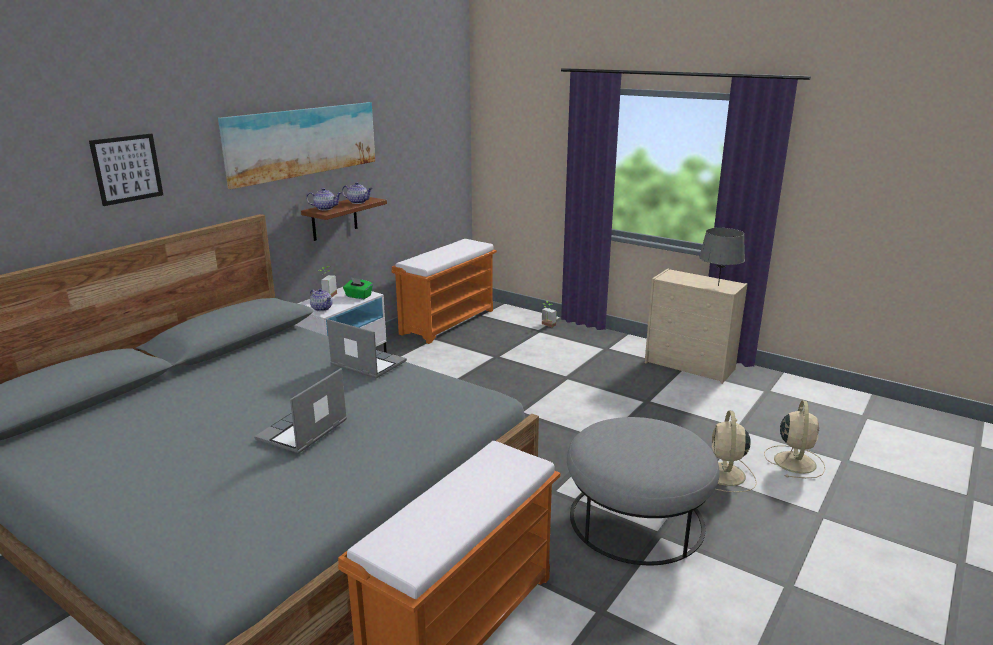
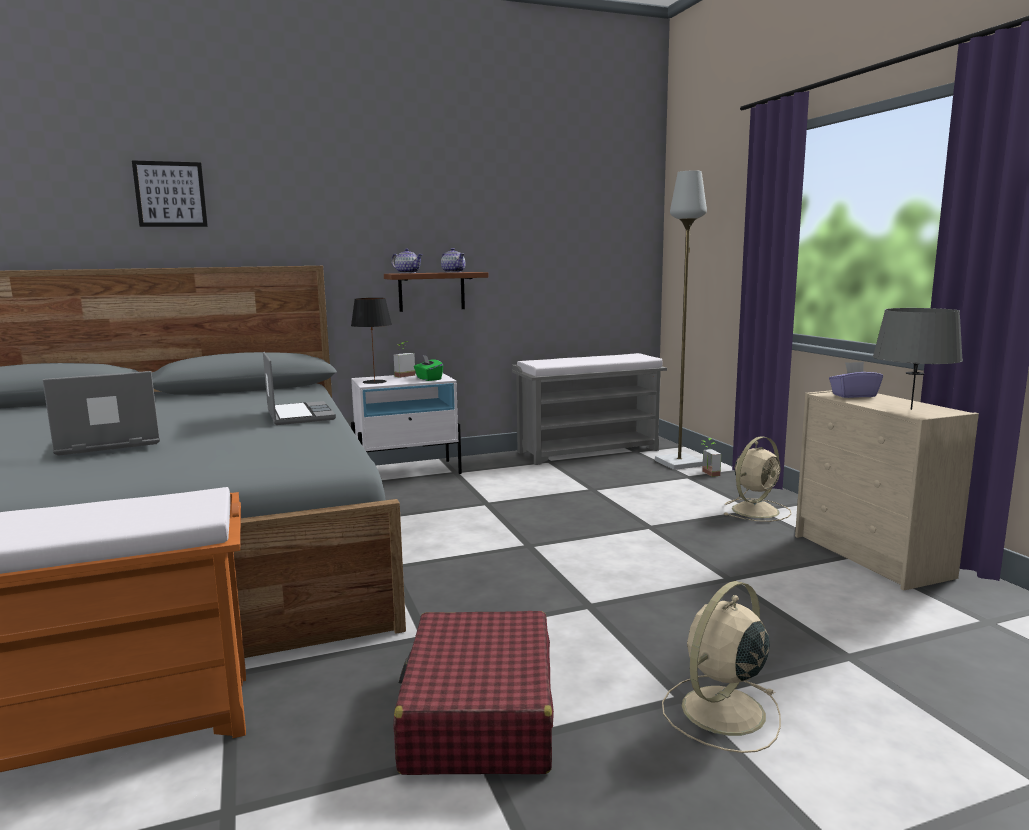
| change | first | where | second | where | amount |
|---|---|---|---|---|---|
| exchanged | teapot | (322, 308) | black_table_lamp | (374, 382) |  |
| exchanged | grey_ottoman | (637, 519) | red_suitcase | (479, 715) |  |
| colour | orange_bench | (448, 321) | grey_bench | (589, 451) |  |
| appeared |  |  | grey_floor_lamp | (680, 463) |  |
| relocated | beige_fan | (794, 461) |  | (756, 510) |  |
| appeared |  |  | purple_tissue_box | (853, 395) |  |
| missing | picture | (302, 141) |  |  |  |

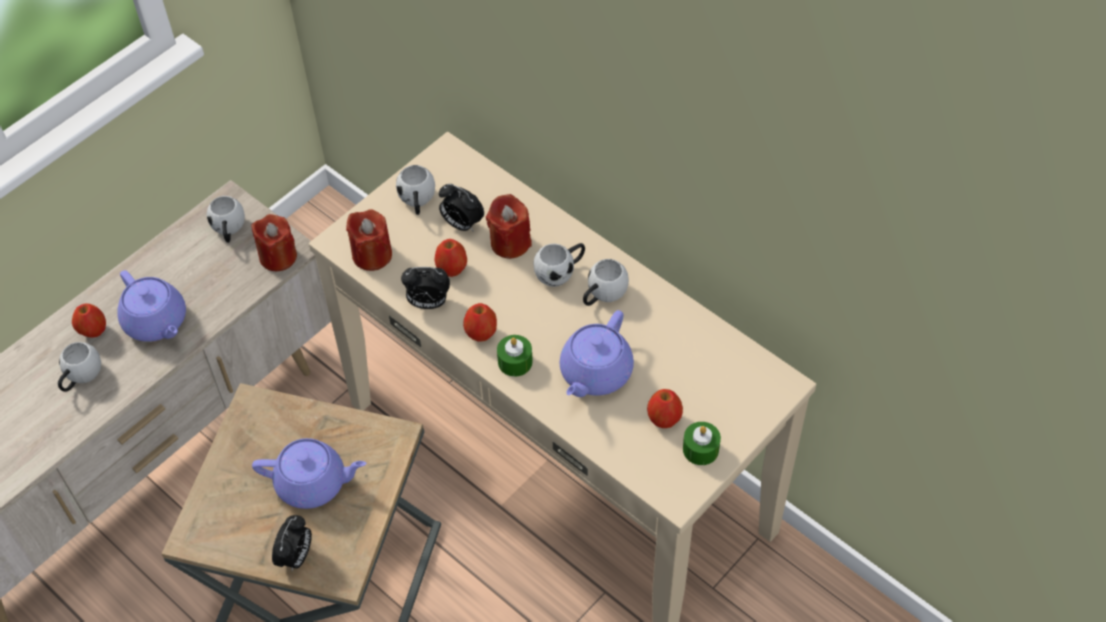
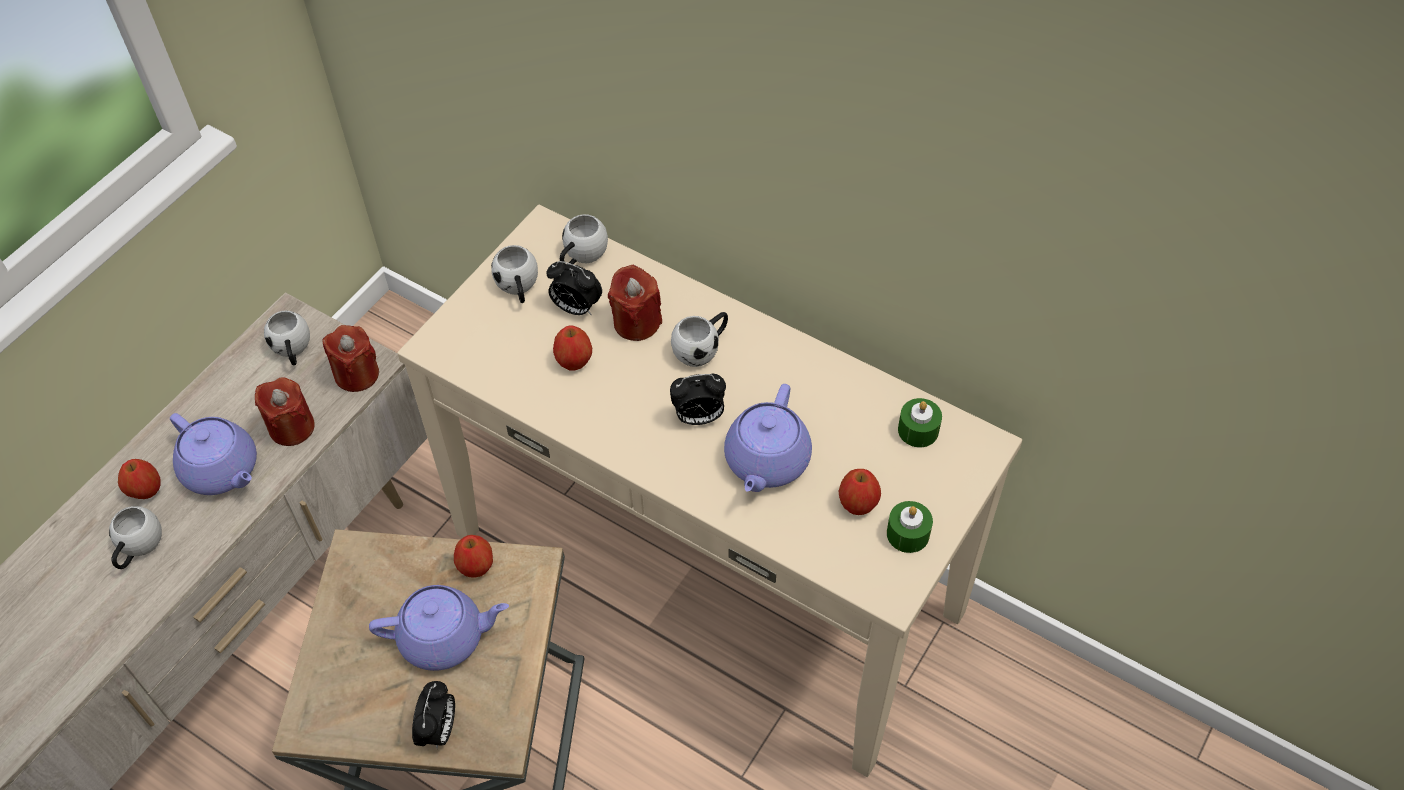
| change | first | where | second | where | amount |
|---|---|---|---|---|---|
| relocated | red_candle | (372, 255) |  | (292, 427) |  |
| relocated | apple | (481, 333) |  | (476, 567) |  |
| relocated | white_mug | (602, 295) |  | (581, 257) |  |
| relocated | alarm_clock | (428, 303) |  | (698, 417) |  |
| relocated | green_candle | (515, 362) |  | (918, 430) |  |

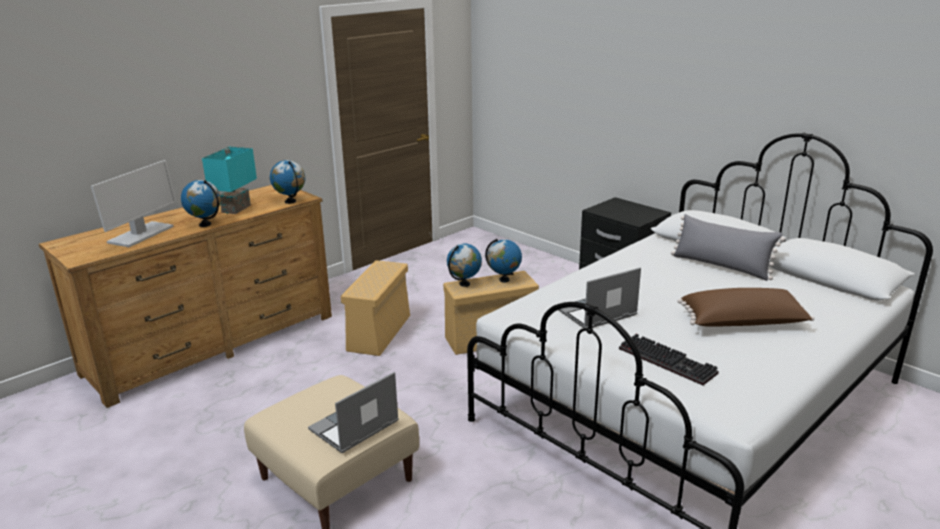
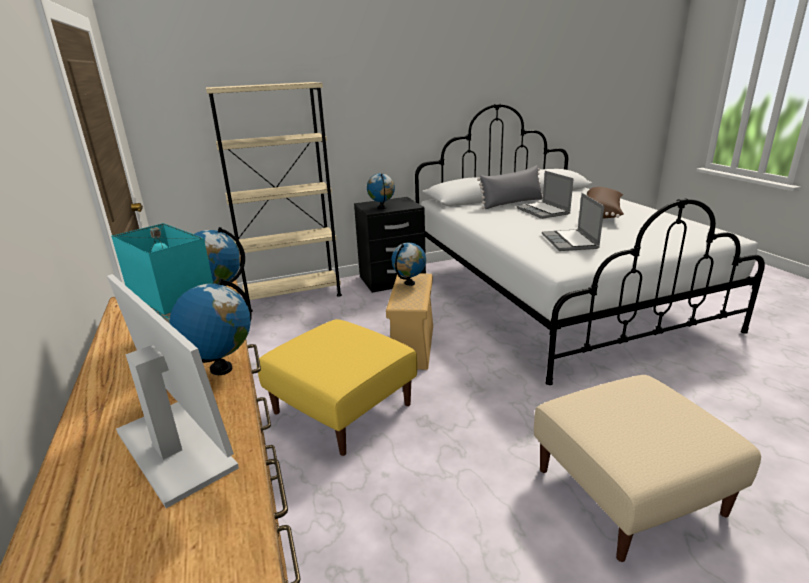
| change | first | where | second | where | amount |
|---|---|---|---|---|---|
| appeared |  |  | beige_bookcase | (293, 296) |  |
| exchanged | beige_storage_box | (379, 333) | yellow_ottoman | (343, 408) |  |
| relocated | globe | (464, 284) |  | (382, 208) |  |
| relocated | laptop | (354, 427) |  | (543, 211) |  |
| missing | keyboard | (669, 361) |  |  |  |

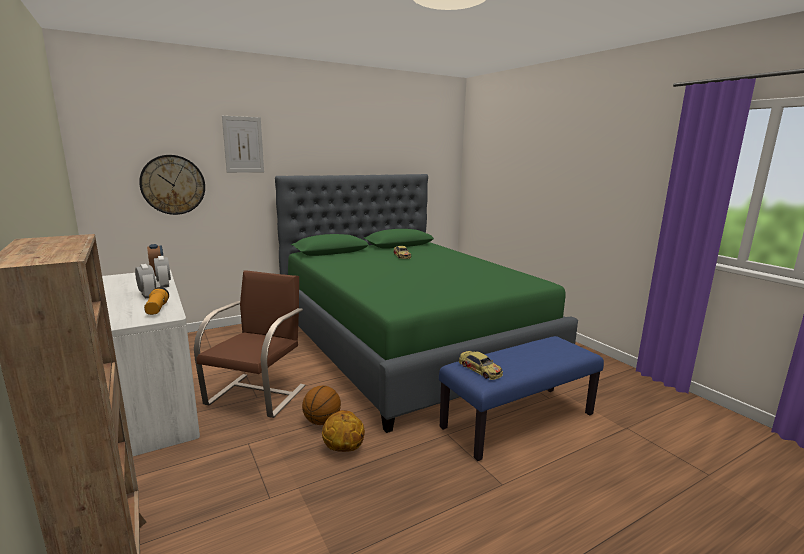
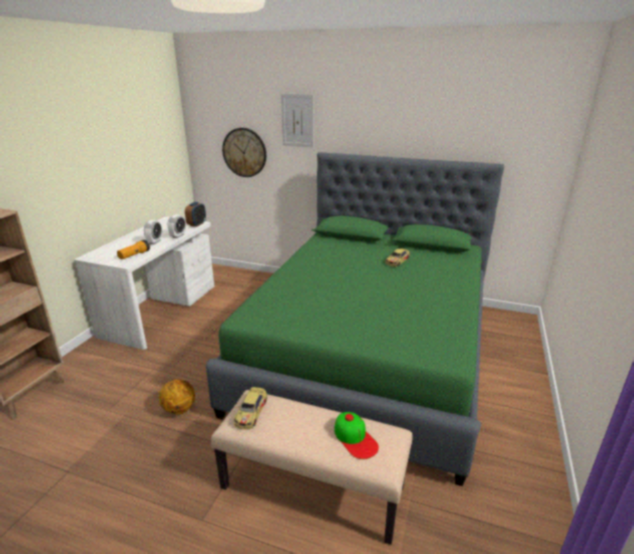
| change | first | where | second | where | amount |
|---|---|---|---|---|---|
| colour | blue_bench | (518, 420) | beige_bench | (313, 486) |  |
| appeared |  |  | cap | (355, 438) |  |
| missing | brown_chair | (258, 394) |  |  |  |
| missing | basketball | (322, 421) |  |  |  |

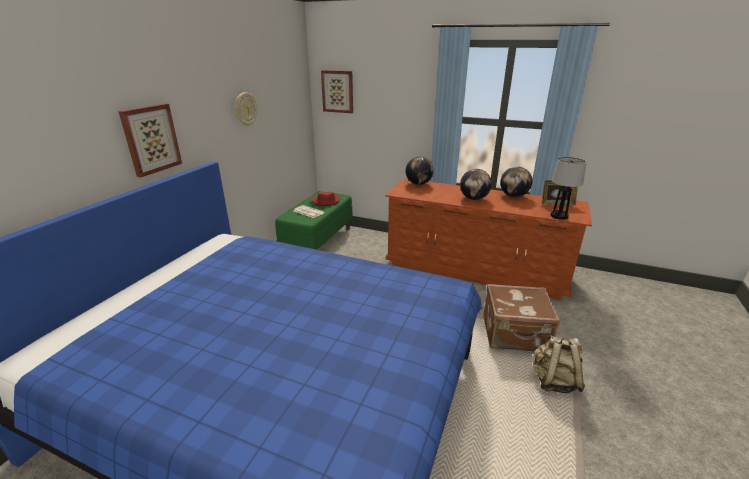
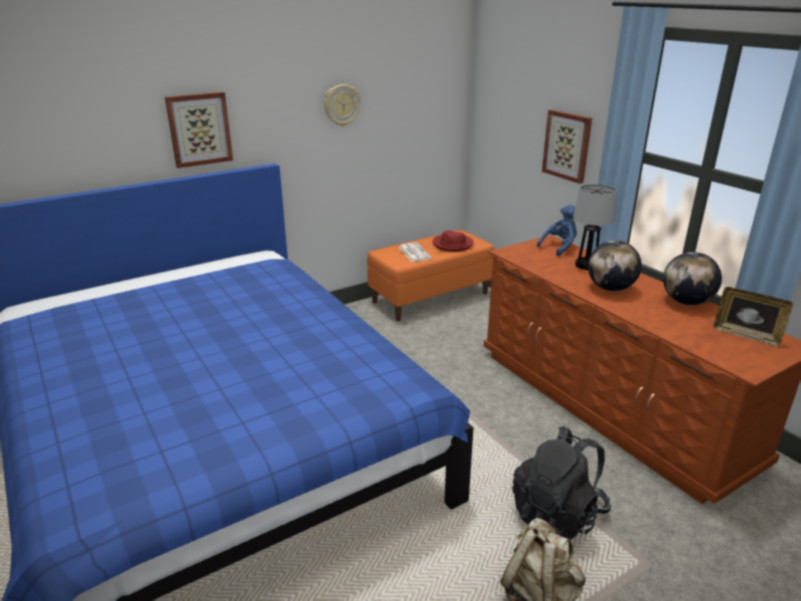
| change | first | where | second | where | amount |
|---|---|---|---|---|---|
| colour | green_bench | (318, 241) | orange_bench | (430, 297) |  |
| exchanged | brown_suitcase | (515, 335) | black_backpack | (558, 514) |  |
| exchanged | globe | (418, 184) | blue_plush_toy | (559, 247) |  |
| relocated | picture | (338, 91) |  | (567, 145) |  |
| relocated | table_lamp | (559, 216) |  | (586, 265) |  |

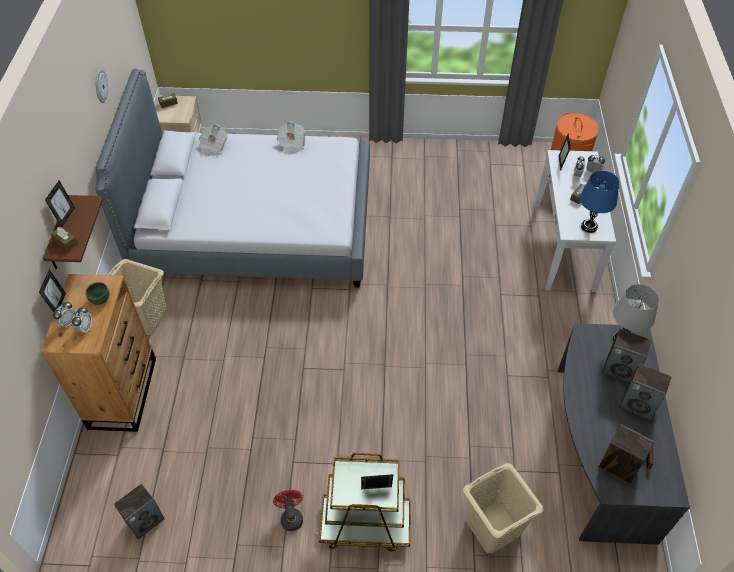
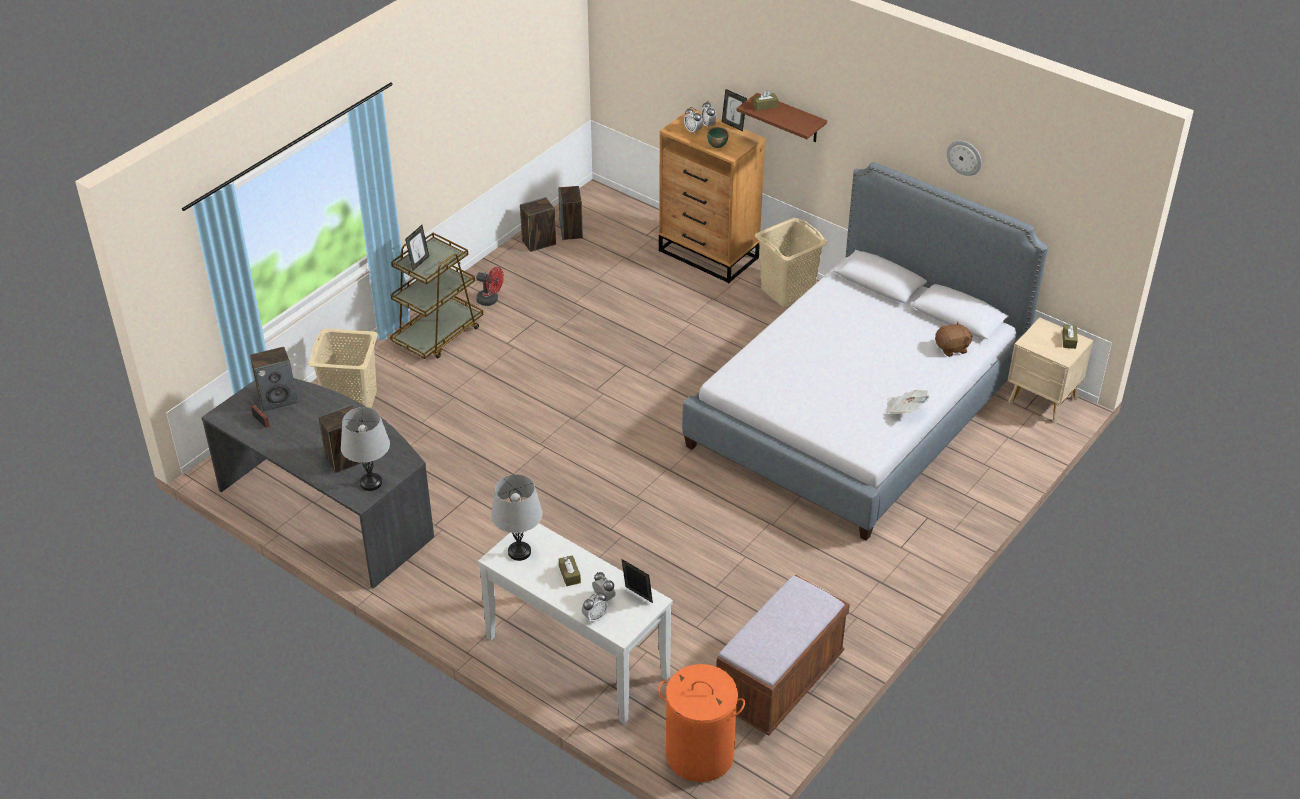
| change | first | where | second | where | amount |
|---|---|---|---|---|---|
| colour | blue_table_lamp | (589, 226) | grey_table_lamp | (519, 552) |  |
| relocated | speaker | (638, 405) |  | (538, 243) |  |
| appeared |  |  | brown_bench | (780, 682) |  |
| exchanged | newspaper | (213, 147) | brown_plush_toy | (952, 348) |  |
| missing | picture_frame | (66, 217) |  |  |  |

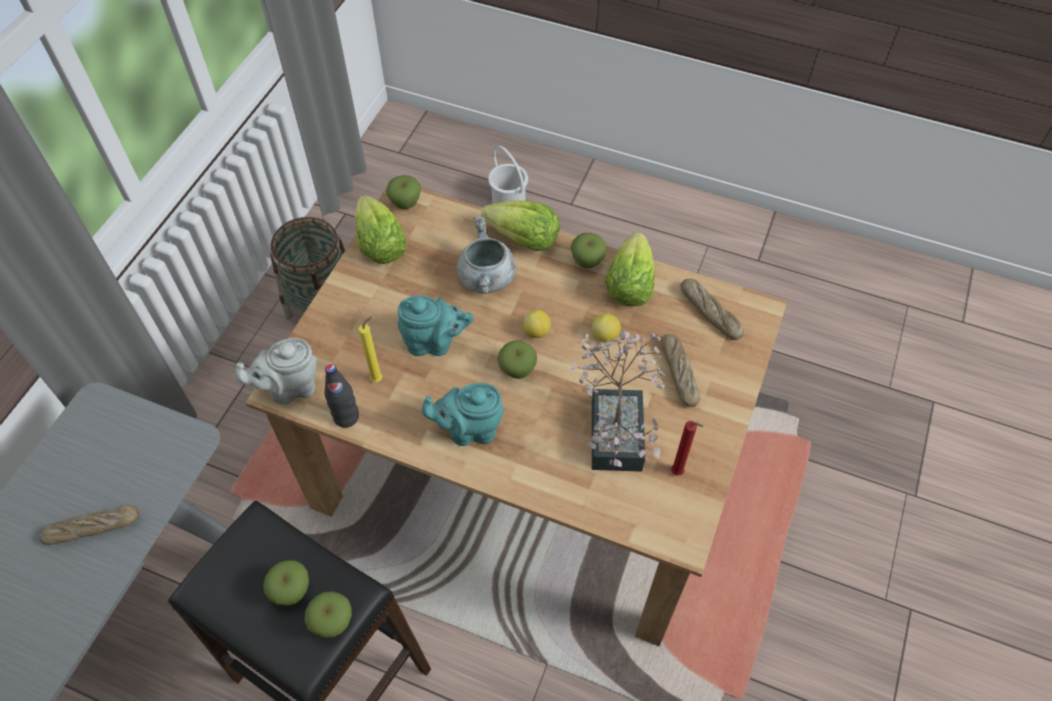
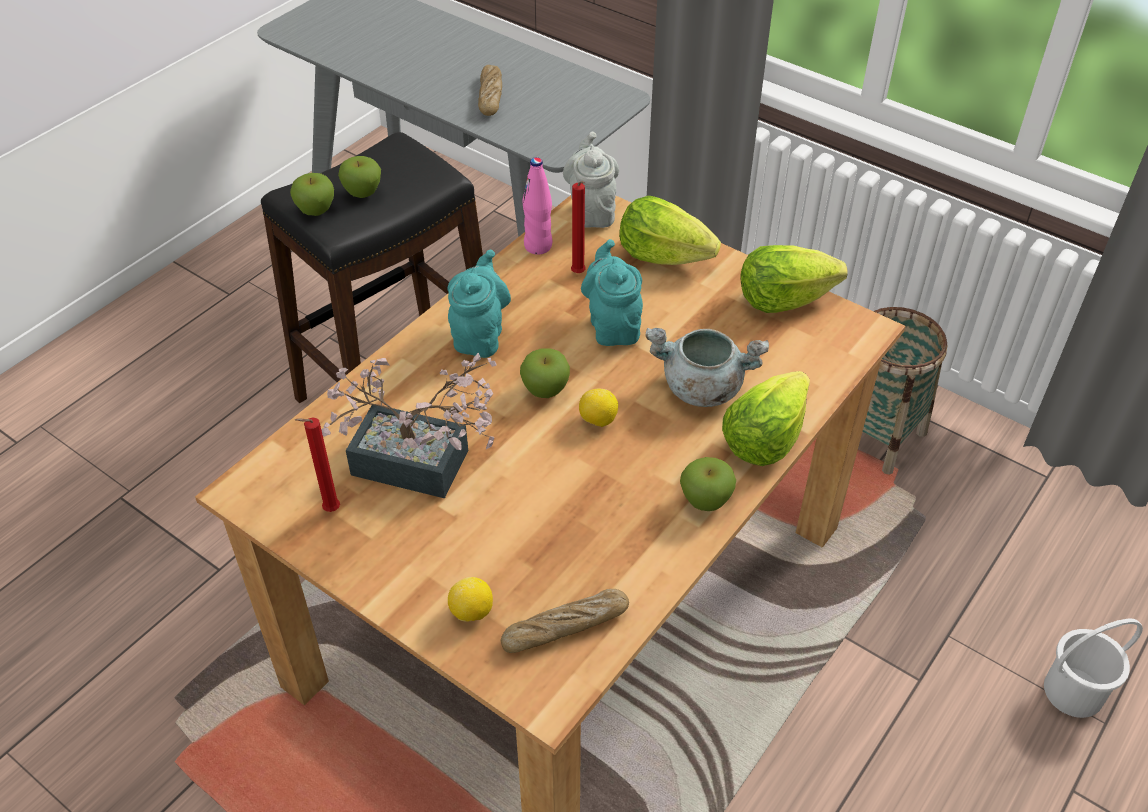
| change | first | where | second | where | amount |
|---|---|---|---|---|---|
| relocated | lemon | (605, 335) |  | (471, 612) |  |
| colour | black_bottle | (346, 417) | pink_bottle | (538, 246) |  |
| colour | yellow_candle | (378, 378) | red_candle | (579, 274) |  |
| spun | turquoise_teapot | (434, 343) |  | (613, 325) | 150 degrees clockwise |
| relocated | lettuce | (629, 285) |  | (663, 256) |  |
| missing | apple | (405, 203) |  |  |  |
| missing | bread | (679, 373) |  |  |  |

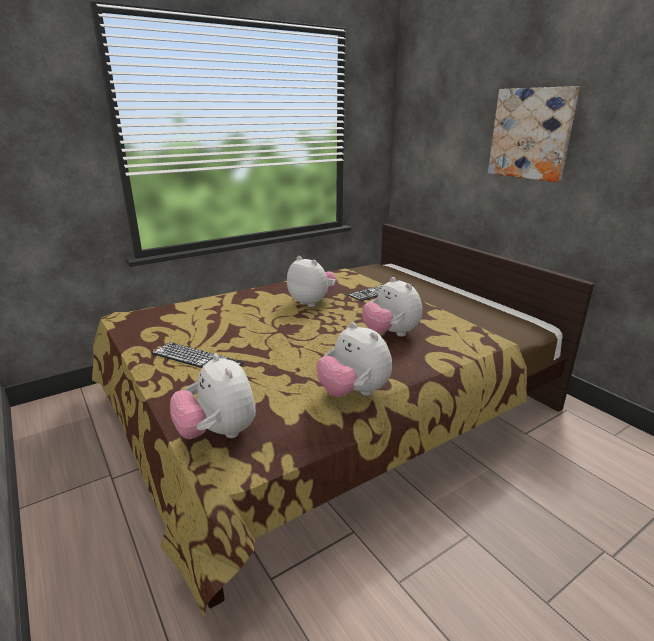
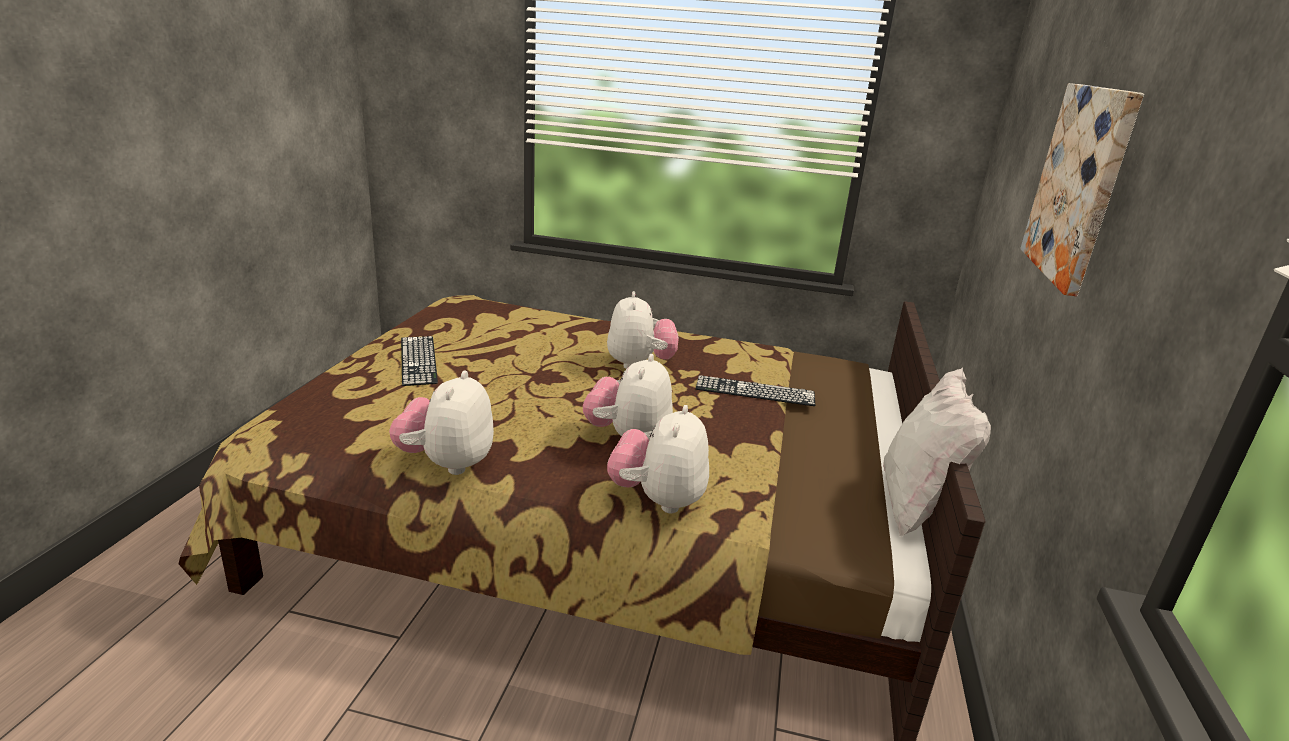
| change | first | where | second | where | amount |
|---|---|---|---|---|---|
| relocated | plush_toy | (218, 433) |  | (658, 500) |  |
| appeared |  |  | white_pillow | (915, 506) |  |

